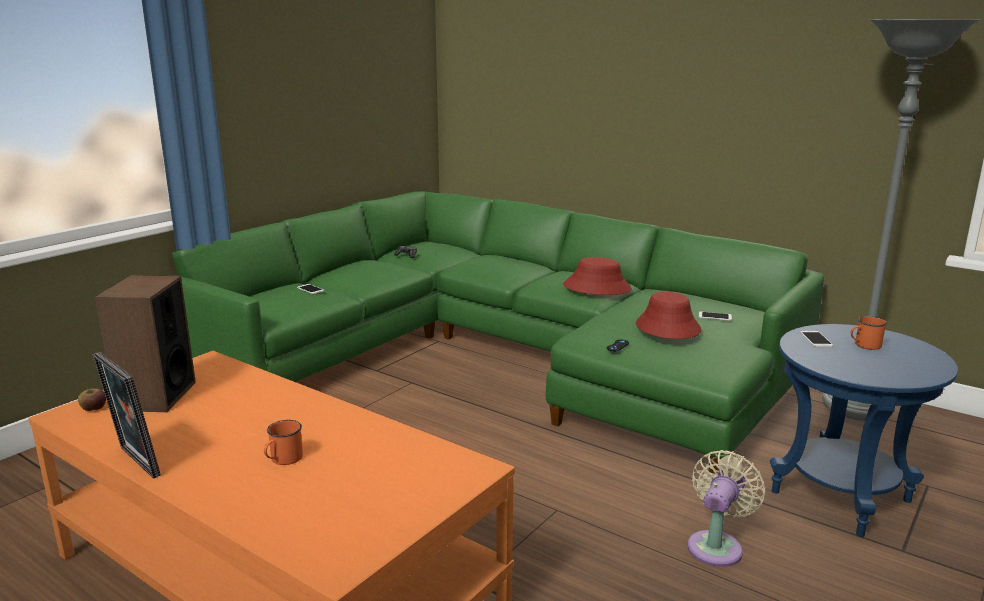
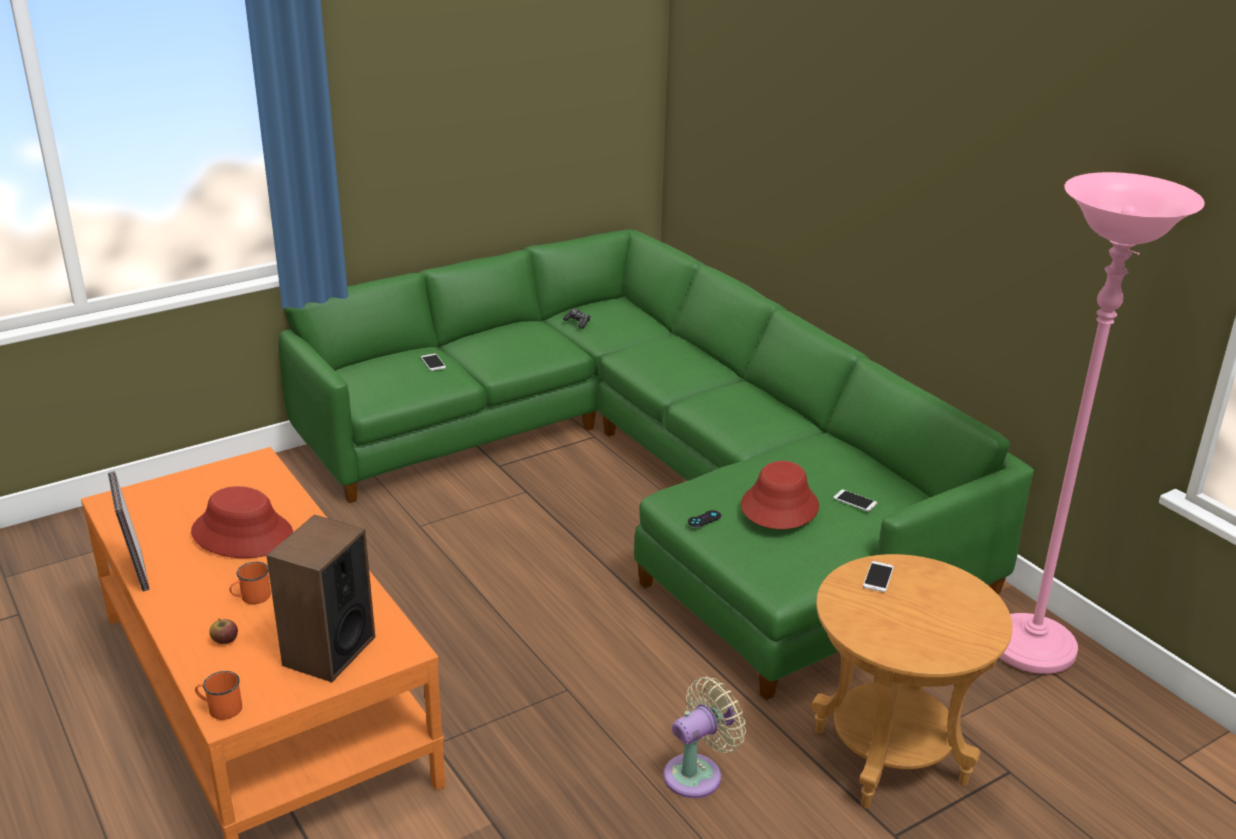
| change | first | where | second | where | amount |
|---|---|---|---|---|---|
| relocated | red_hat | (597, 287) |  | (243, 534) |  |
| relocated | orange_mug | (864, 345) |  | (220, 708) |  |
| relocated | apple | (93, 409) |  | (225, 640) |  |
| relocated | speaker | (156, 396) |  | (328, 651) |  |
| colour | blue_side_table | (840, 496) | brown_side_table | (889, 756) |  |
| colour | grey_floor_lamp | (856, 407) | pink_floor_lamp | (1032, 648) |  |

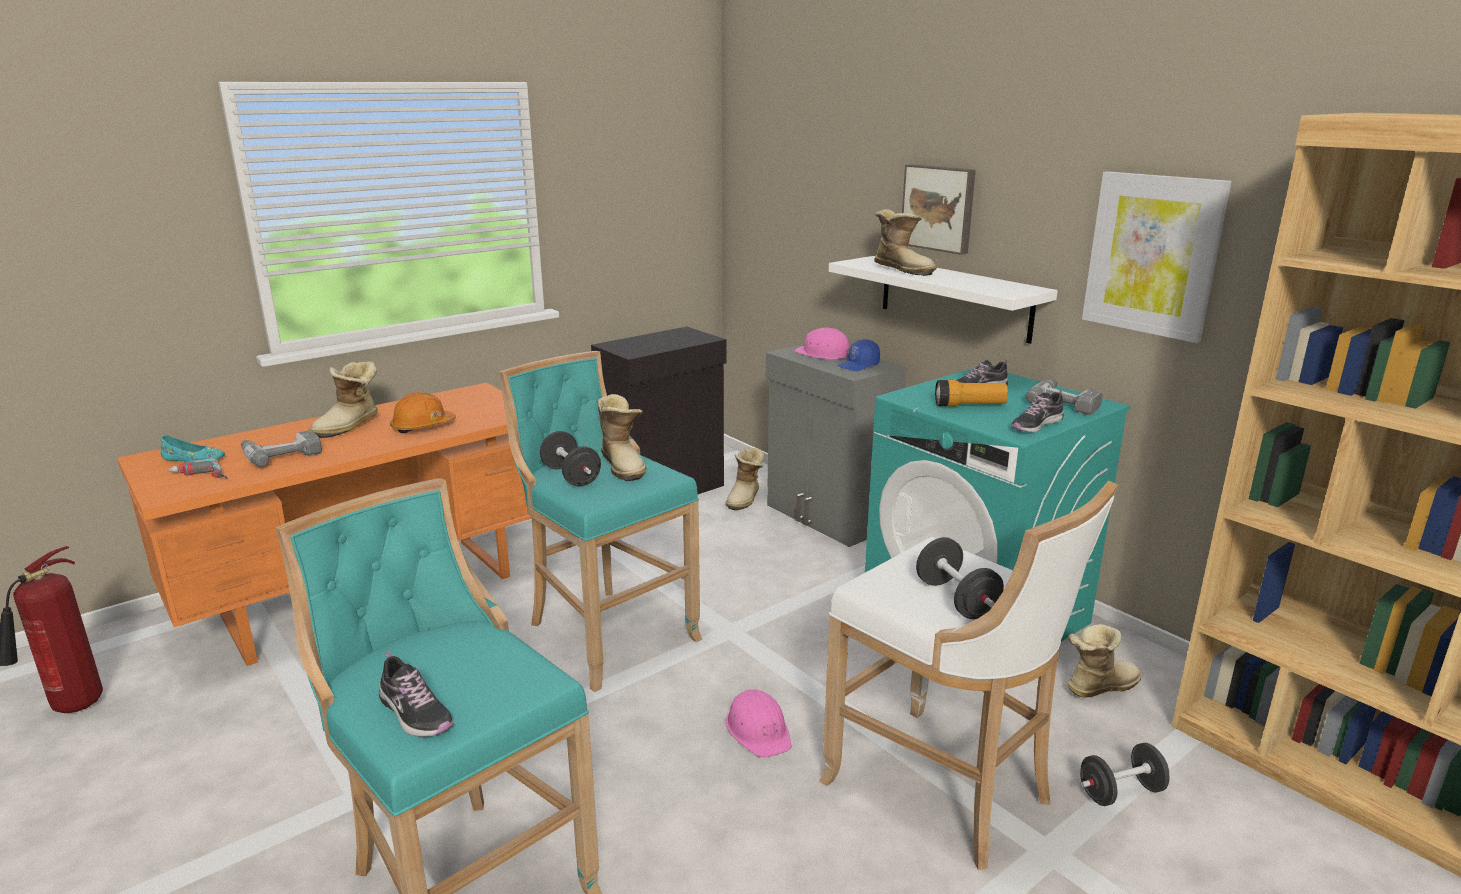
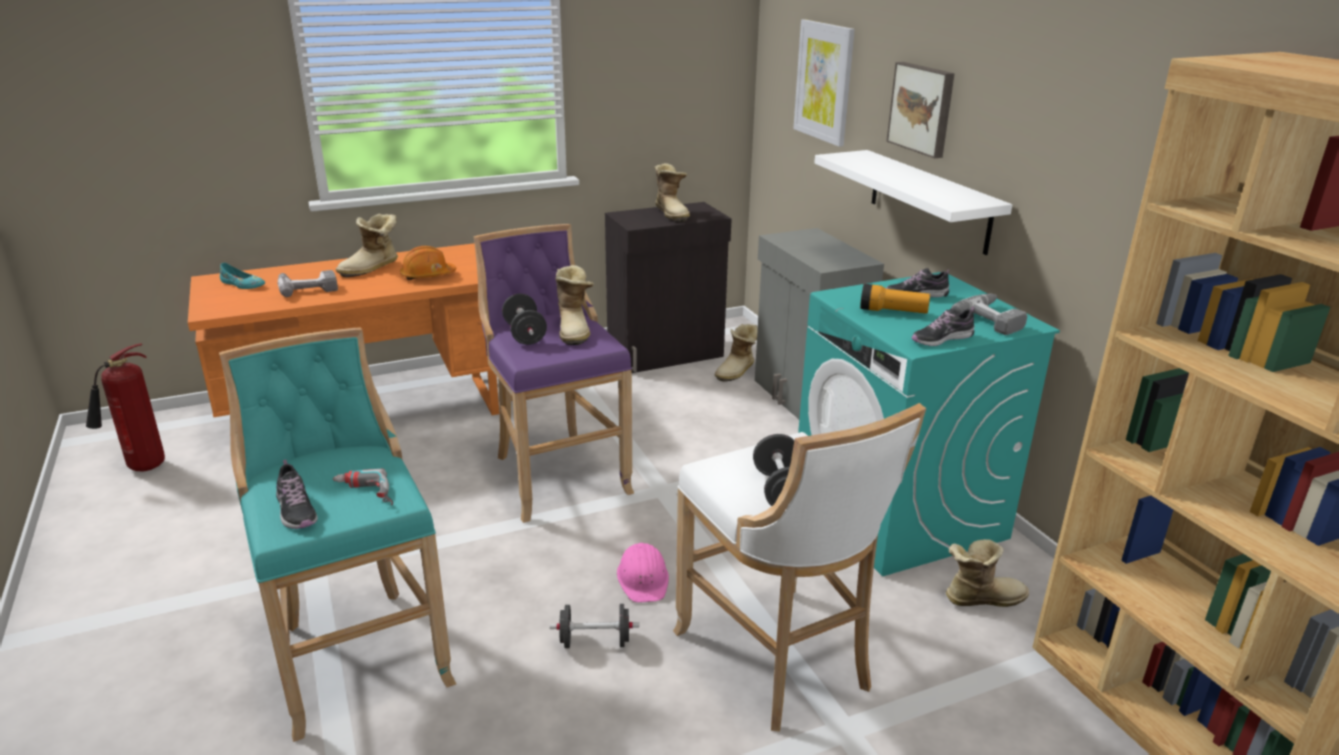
| change | first | where | second | where | amount |
|---|---|---|---|---|---|
| relocated | power_drill | (198, 478) |  | (363, 495) |  |
| colour | turquoise_stool | (606, 632) | purple_stool | (556, 474) |  |
| relocated | black_dumbbell | (1120, 792) |  | (595, 641) |  |
| relocated | boot | (903, 269) |  | (672, 213) |  |
| relocated | picture | (1152, 255) |  | (824, 82) |  |
| missing | pink_hard_hat | (824, 354) |  |  |  |
| missing | blue_cap | (858, 366) |  |  |  |

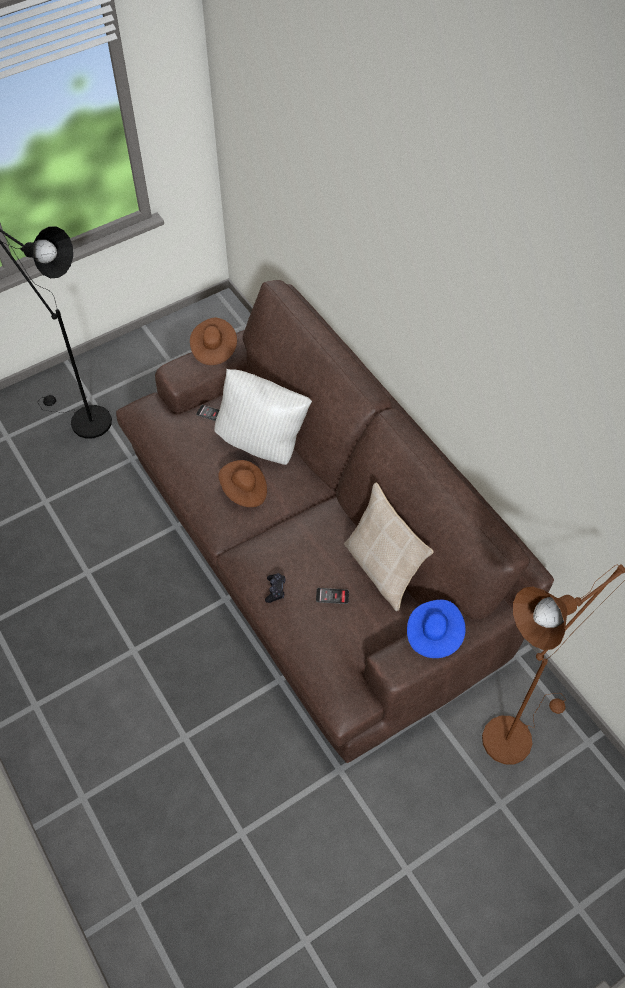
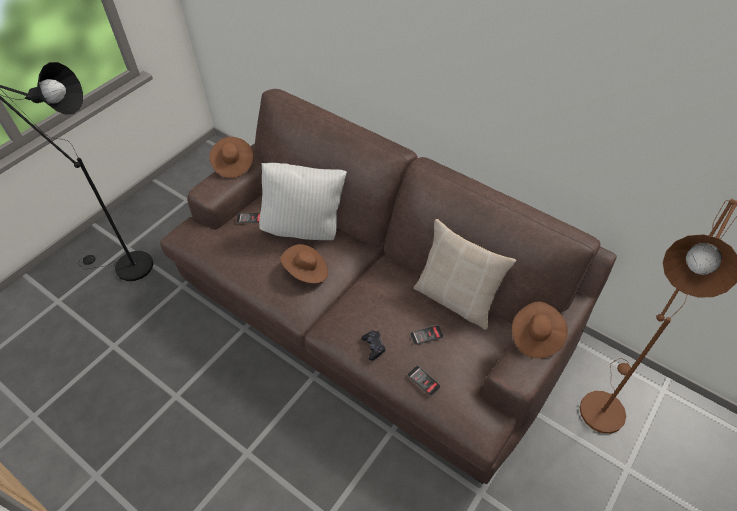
| change | first | where | second | where | amount |
|---|---|---|---|---|---|
| appeared |  |  | phone | (423, 380) |  |
| colour | blue_hat | (434, 635) | brown_hat | (535, 337) |  |

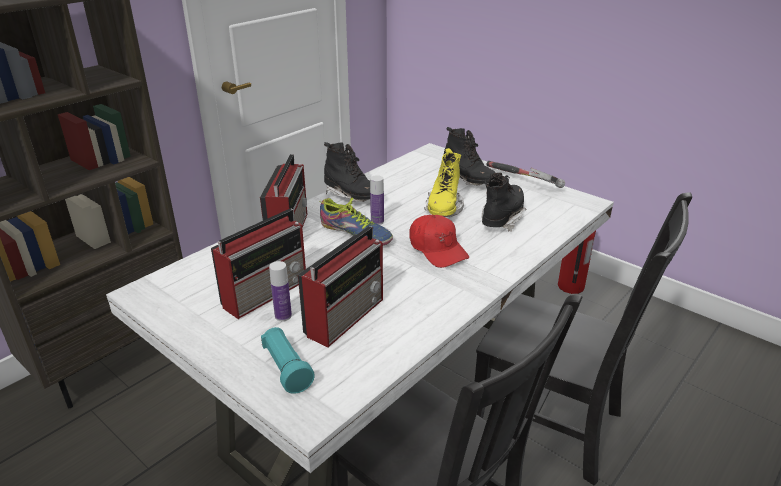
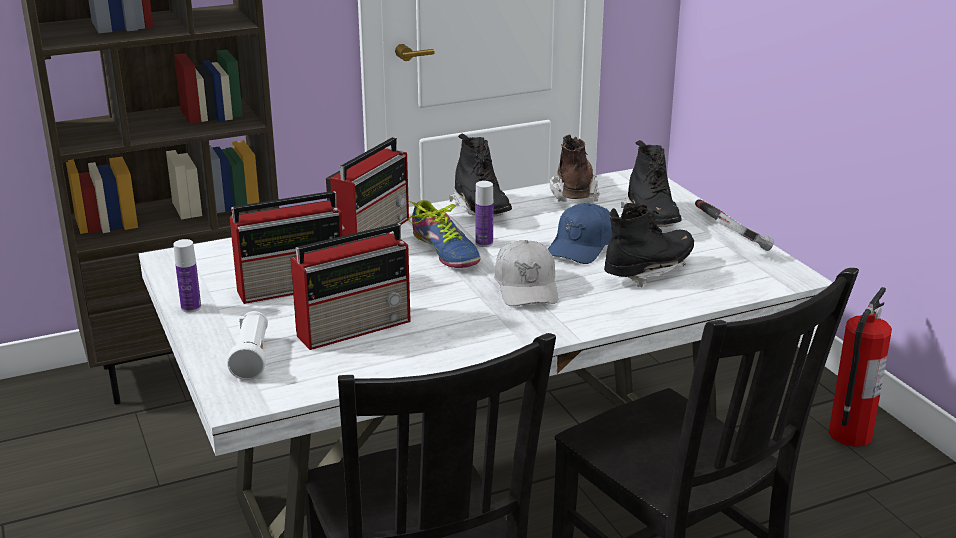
| change | first | where | second | where | amount |
|---|---|---|---|---|---|
| relocated | bottle | (283, 316) |  | (191, 307) |  |
| colour | turquoise_flashlight | (286, 369) | white_flashlight | (252, 357) |  |
| colour | red_cap | (437, 249) | white_cap | (526, 287) |  |
| exchanged | yellow_boot | (443, 209) | blue_cap | (582, 246) |  |
| appeared |  |  | brown_boot | (574, 191) |  |

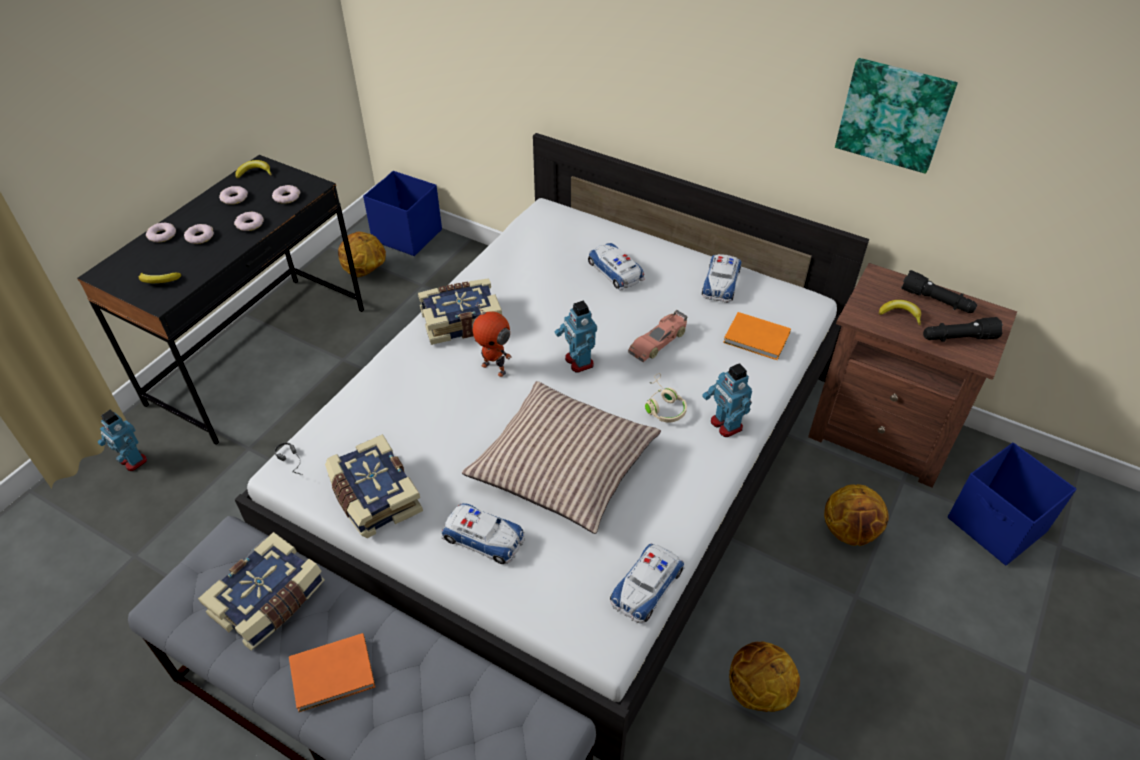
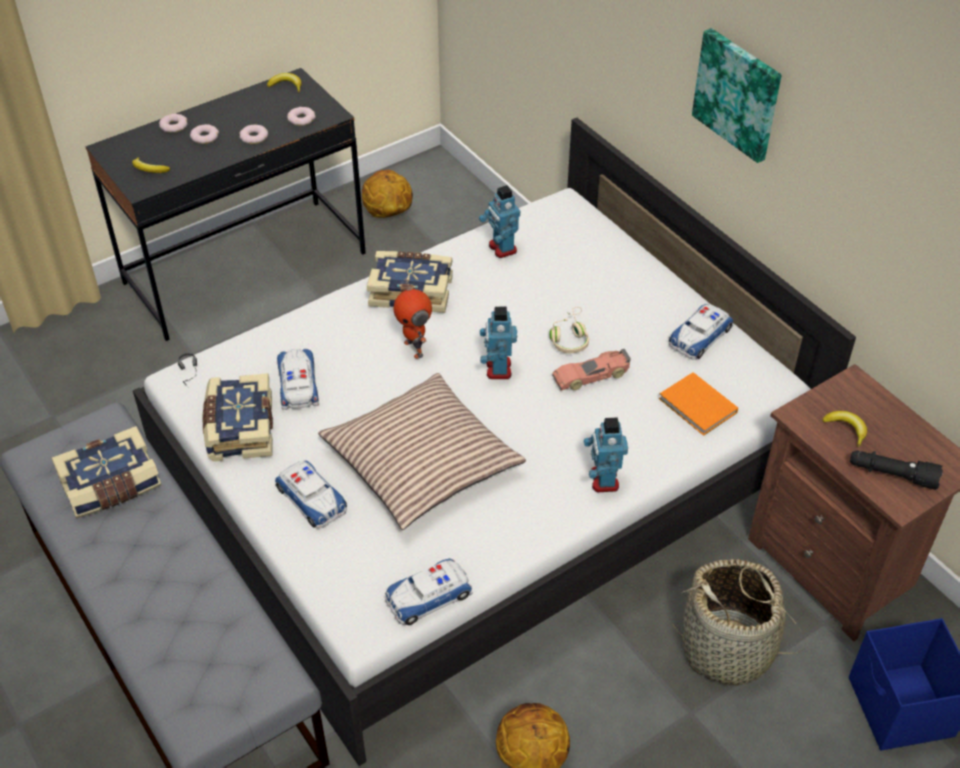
| change | first | where | second | where | amount |
|---|---|---|---|---|---|
| relocated | toy_car | (615, 271) |  | (298, 384) |  |
| relocated | toy_robot | (132, 461) |  | (502, 248) |  |
| relocated | beige_headphones | (663, 405) |  | (569, 338) |  |
| exchanged | basketball | (850, 532) | basket | (728, 650) |  |
| relocated | picture | (894, 114) |  | (738, 94) |  |
| missing | donut | (234, 198) |  |  |  |
| missing | orange_book | (335, 674) |  |  |  |
| missing | blue_storage_box | (407, 235) |  |  |  |
| missing | black_flashlight | (936, 301) |  |  |  |

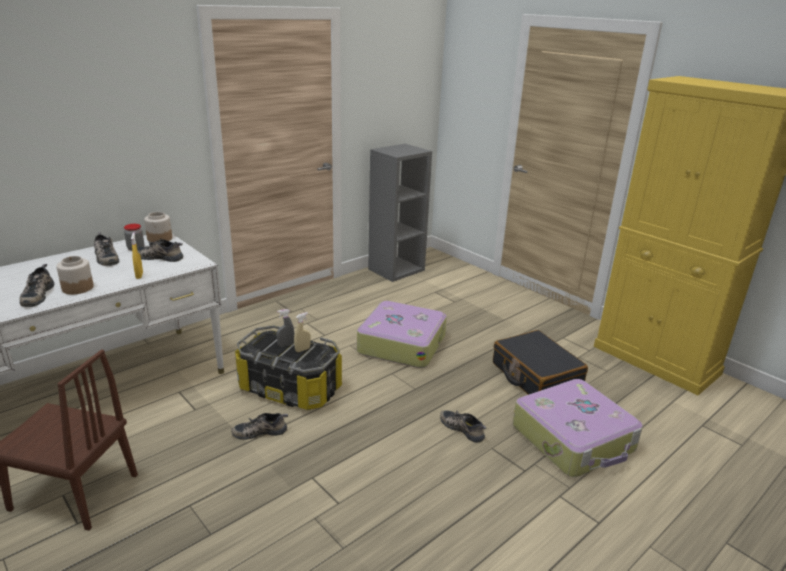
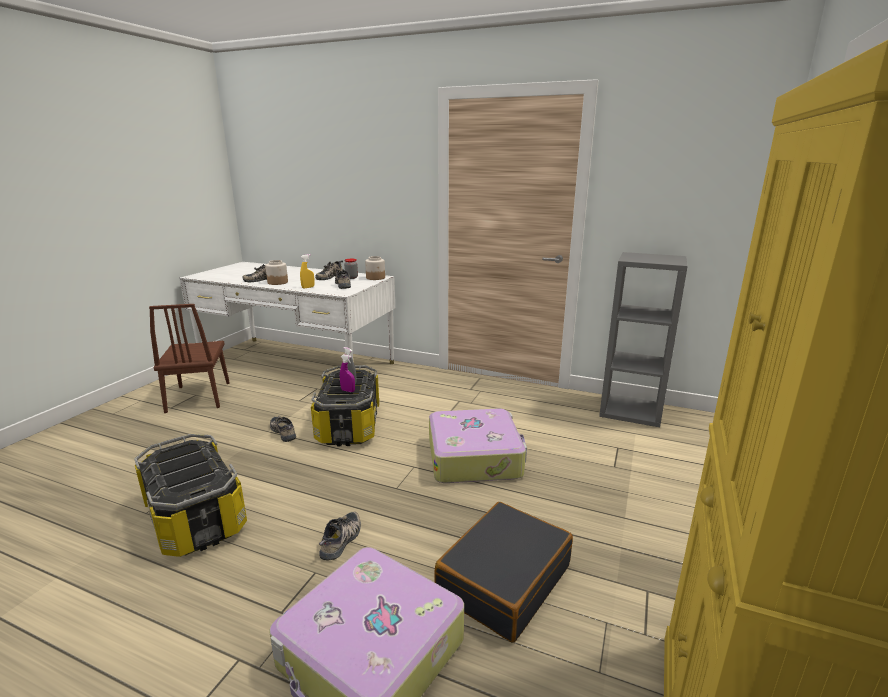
| change | first | where | second | where | amount |
|---|---|---|---|---|---|
| appeared |  |  | storage_box | (194, 518) |  |
| colour | beige_spray_bottle | (302, 349) | purple_spray_bottle | (348, 391) |  |

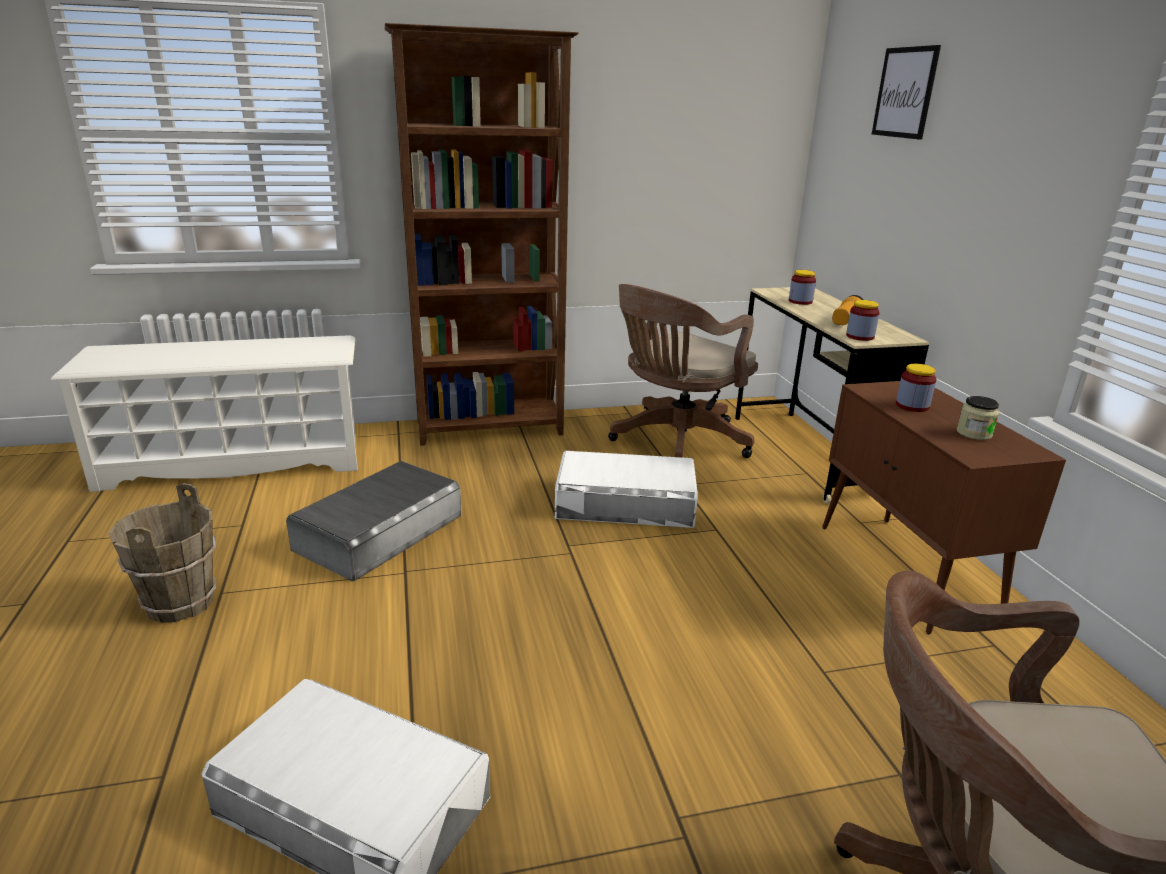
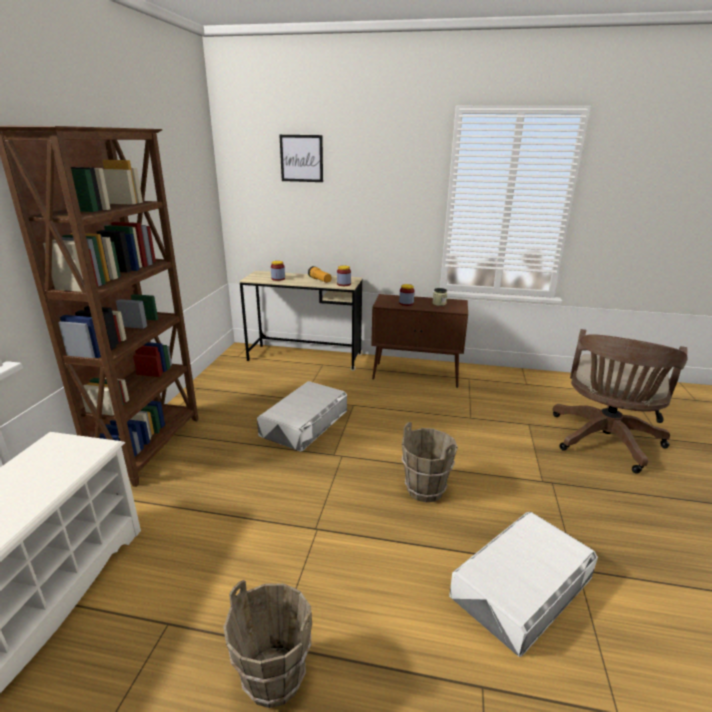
| change | first | where | second | where | amount |
|---|---|---|---|---|---|
| appeared |  |  | brown_bucket | (425, 489) |  |
| missing | grey_storage_box | (379, 531) |  |  |  |
| missing | brown_office_chair | (675, 442) |  |  |  |

